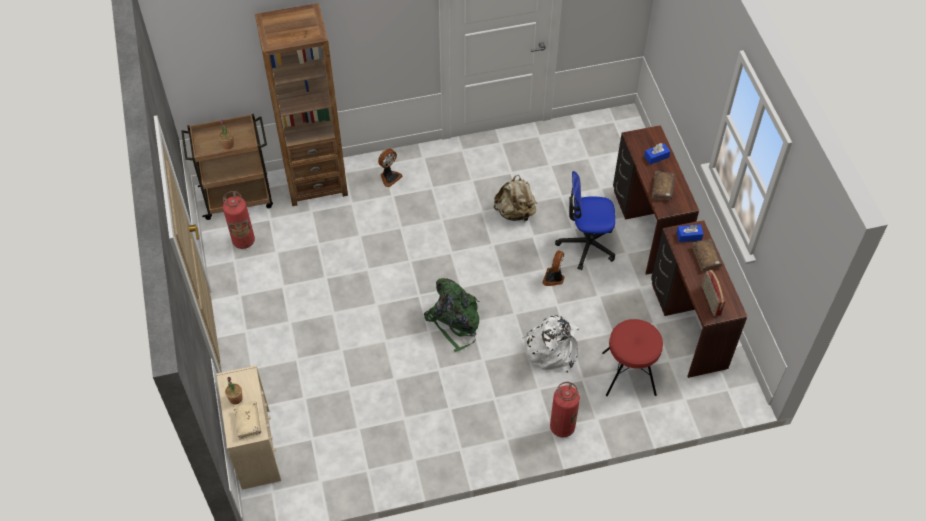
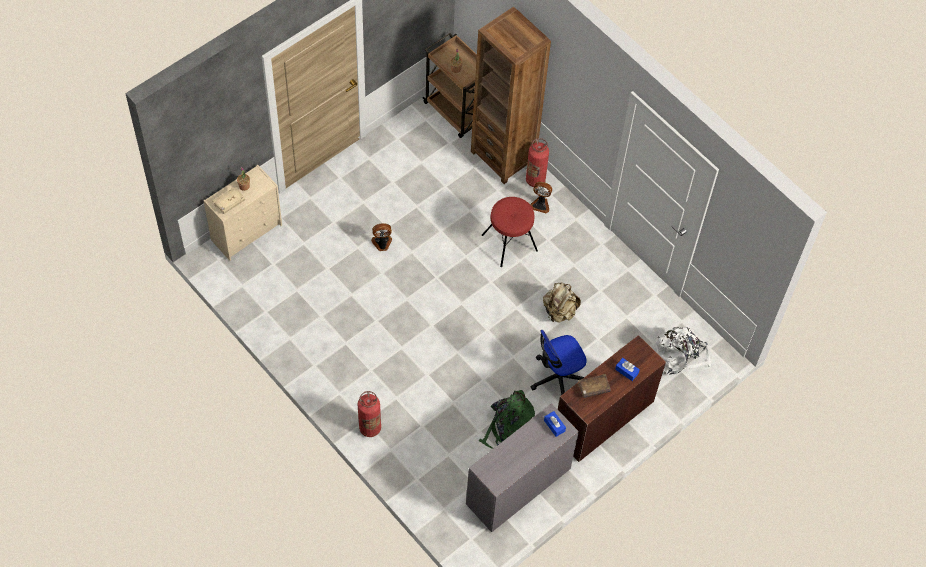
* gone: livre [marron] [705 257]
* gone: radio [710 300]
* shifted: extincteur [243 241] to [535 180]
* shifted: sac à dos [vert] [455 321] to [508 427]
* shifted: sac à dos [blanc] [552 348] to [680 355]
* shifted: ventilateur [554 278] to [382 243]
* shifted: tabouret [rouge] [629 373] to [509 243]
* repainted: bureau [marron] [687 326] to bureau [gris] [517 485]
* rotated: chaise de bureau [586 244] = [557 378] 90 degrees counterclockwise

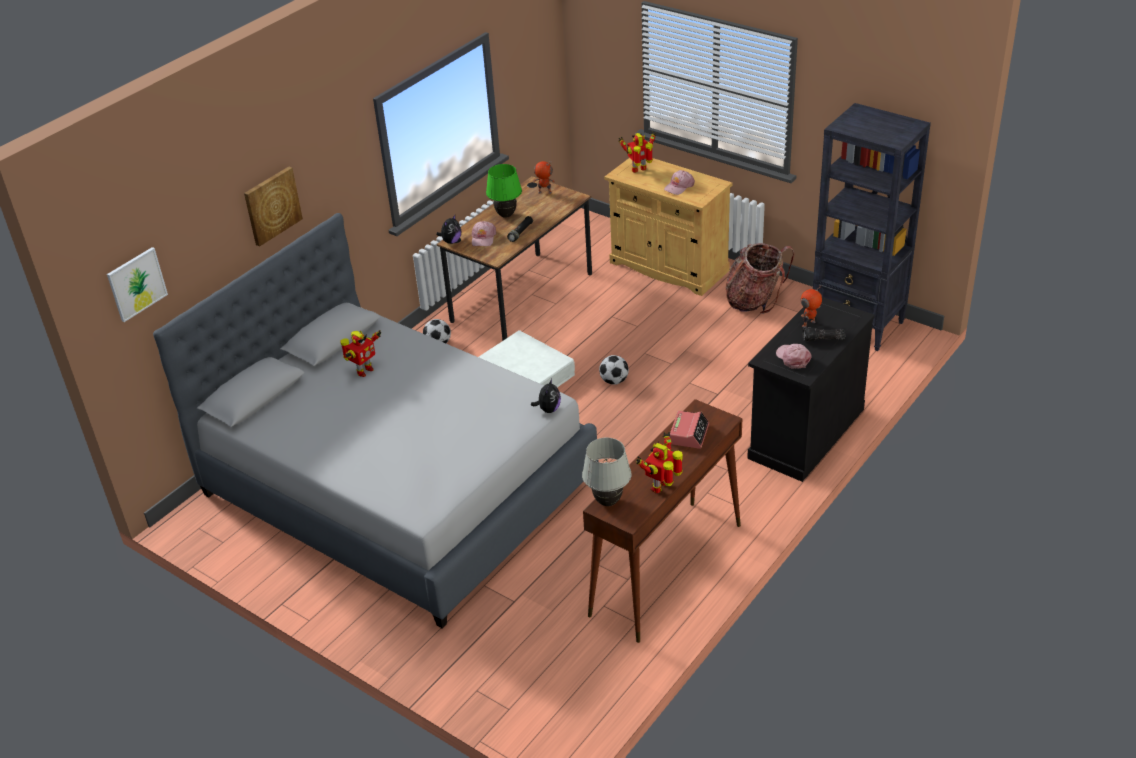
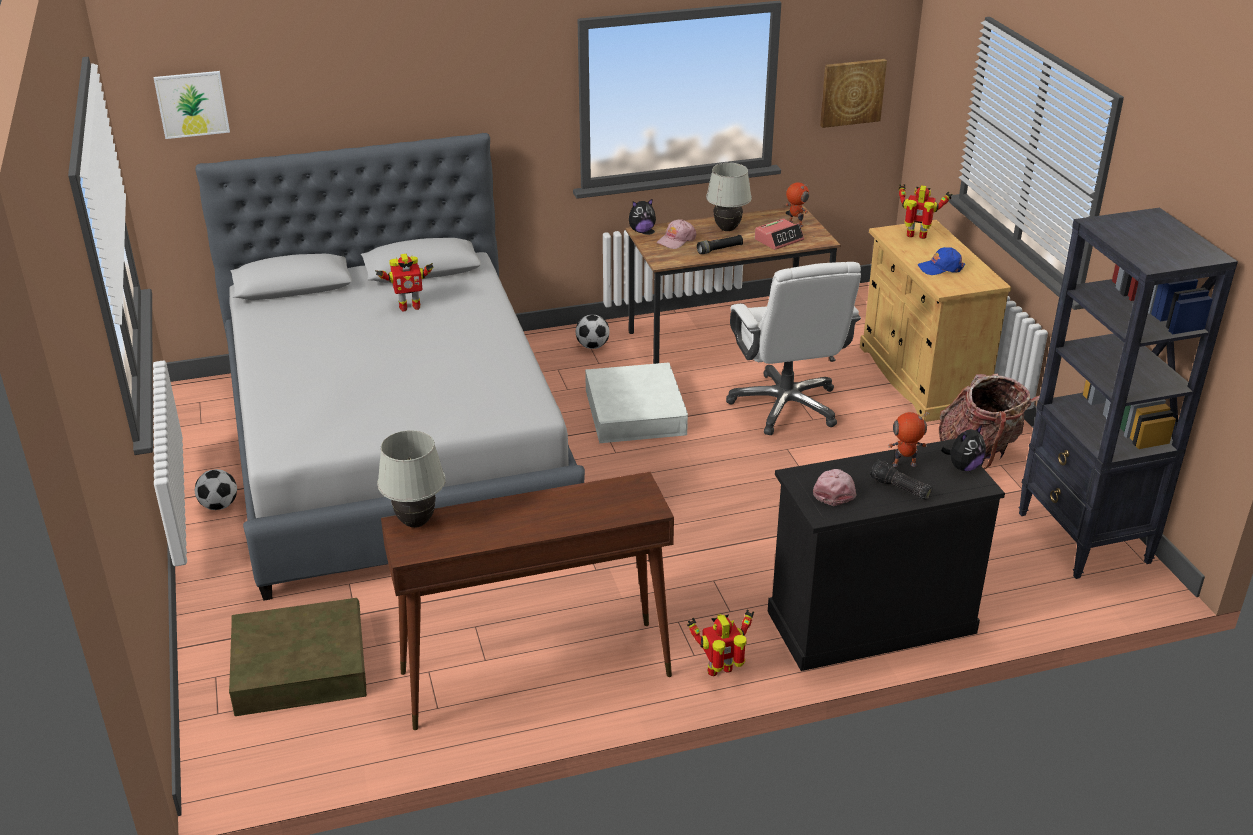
* new: boîte de rangement [marron] [300 666]
* new: chaise de bureau [blanc] [786 406]
* shifted: tableau [272 205] to [852 92]
* shifted: peluche [548 409] to [963 467]
* shifted: ballon de foot [614 381] to [219 506]
* shifted: robot jouet [661 487] to [721 671]
* shifted: réveil [689 434] to [779 239]
* repainted: lampe de table [vert] [506 215] to lampe de table [blanc] [727 229]
* repainted: casquette [rose] [679 186] to casquette [bleu] [940 267]

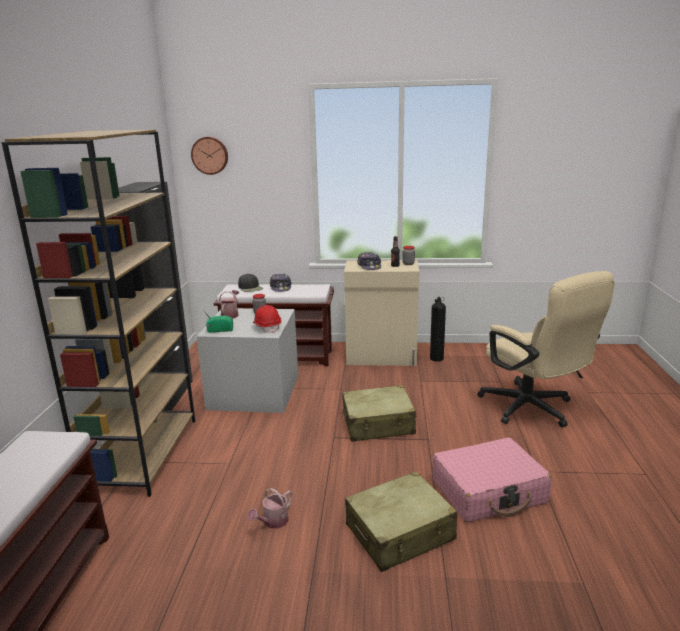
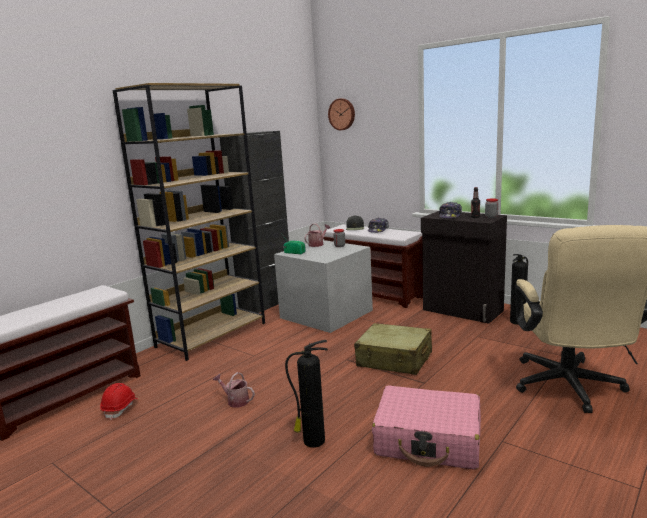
* shifted: casque de chantier [rouge] [267 327] to [120 408]
* swapped: valise [beige] [400 533] to extincteur [312 441]
* repainted: meuble de rangement [beige] [382 358] to meuble de rangement [noir] [462 311]
* rotated: arrosoir [273 522] = [235 401] 45 degrees clockwise

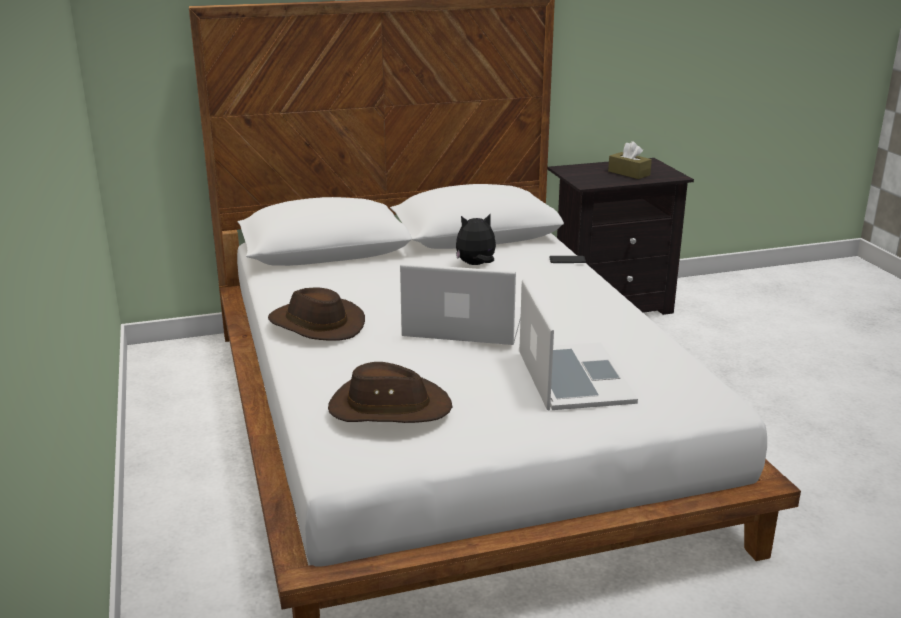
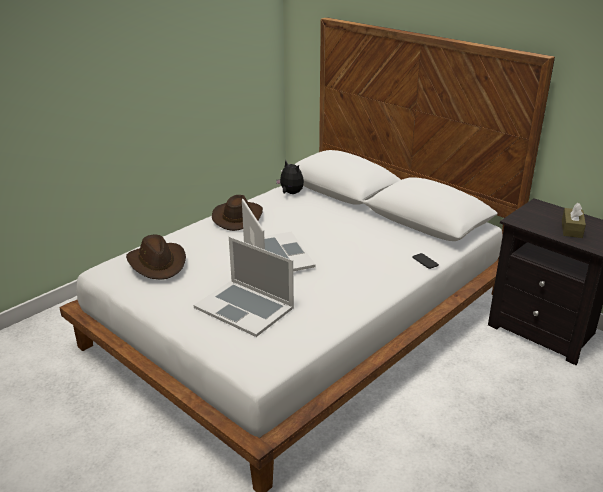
* shifted: peluche [476 265] to [290 193]
* rotated: ordinateur portable [573 376] = [244 307] 75 degrees clockwise

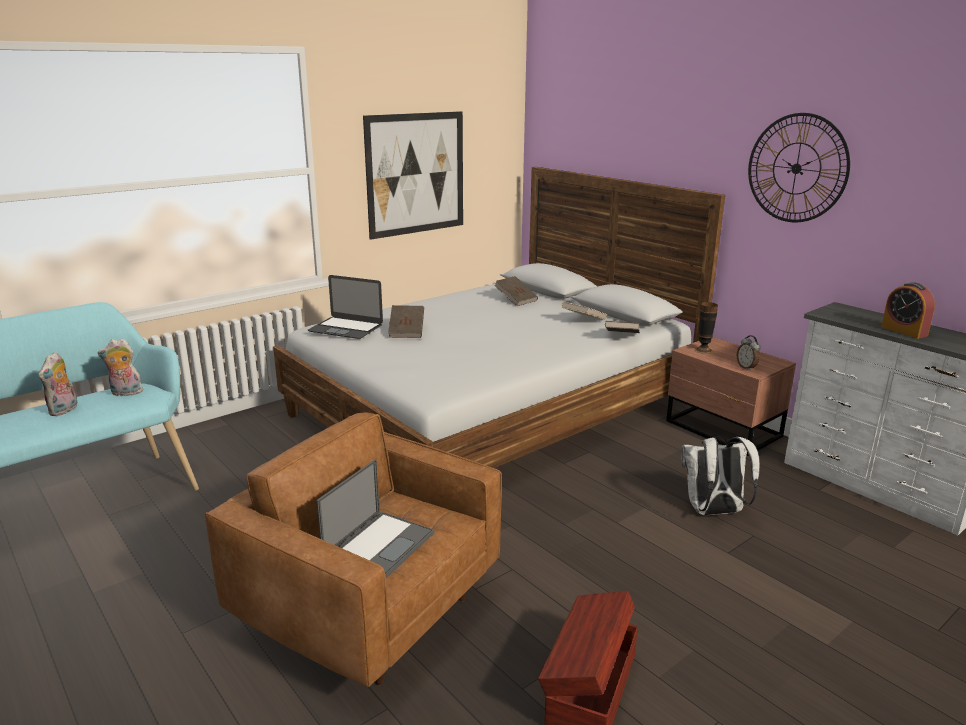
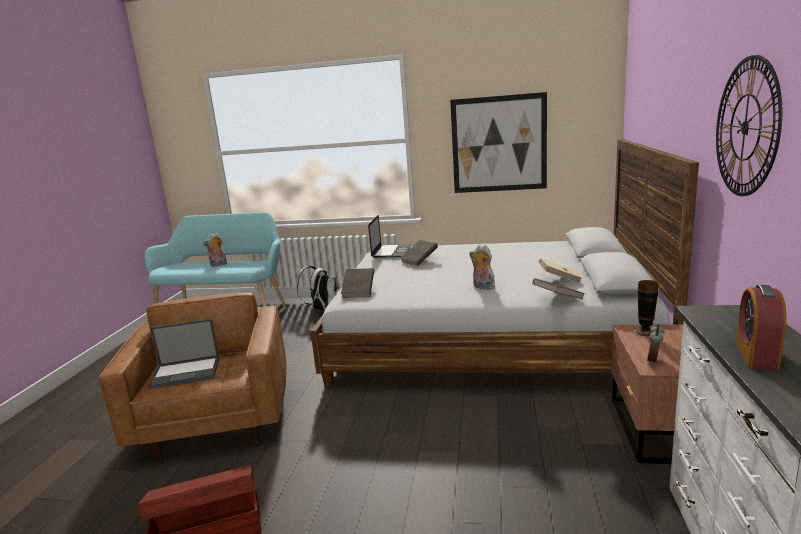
* shifted: peluche [125 393] to [482 287]
* shifted: livre [marron] [516 300] to [359 292]
* shifted: sac à dos [blanc] [713 512] to [322 310]
* rotated: ordinateur portable [346 328] = [391 251] 150 degrees counterclockwise

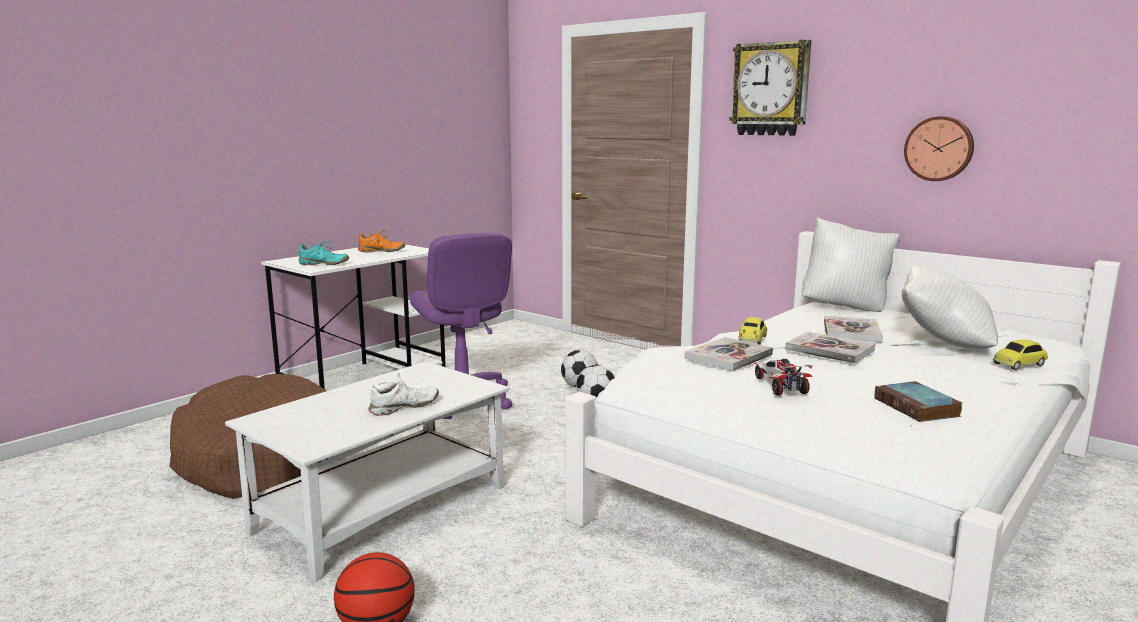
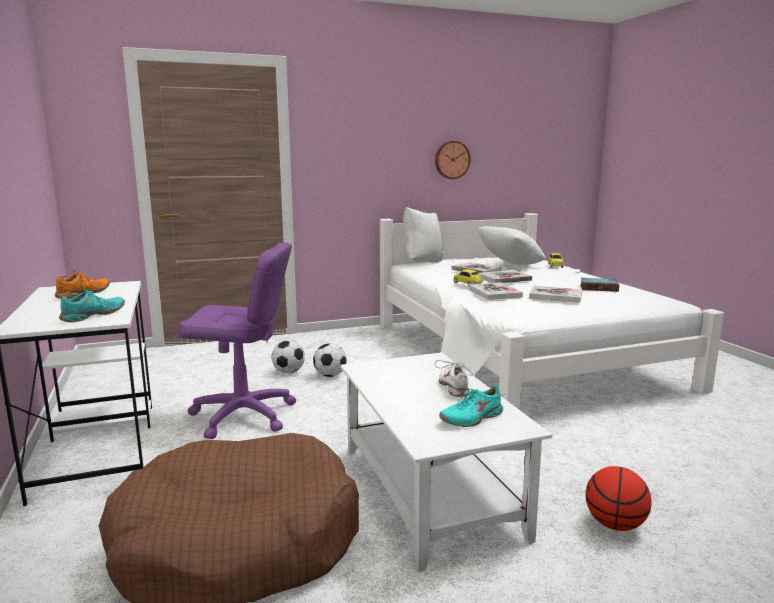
* gone: horloge murale [770 89]
* new: chaussure [turquoise] [471 418]
* swapped: petite voiture [779 386] to livre [555 296]

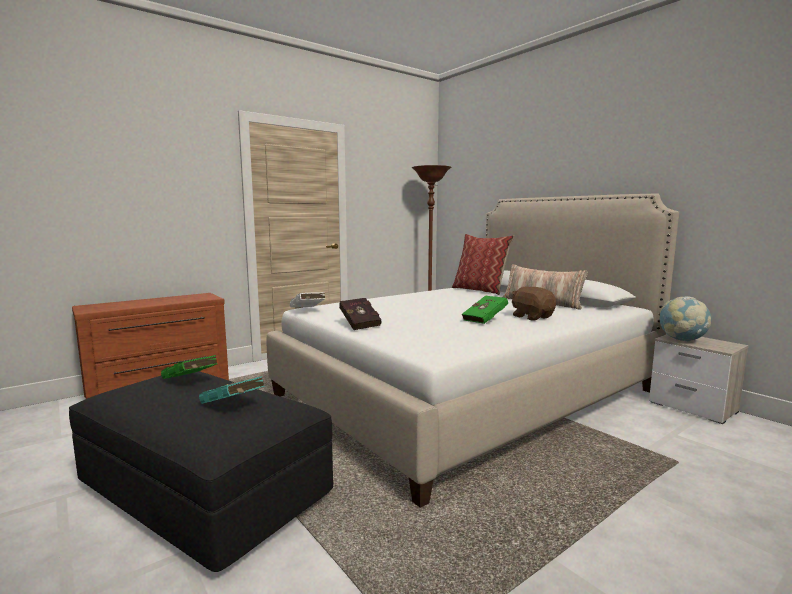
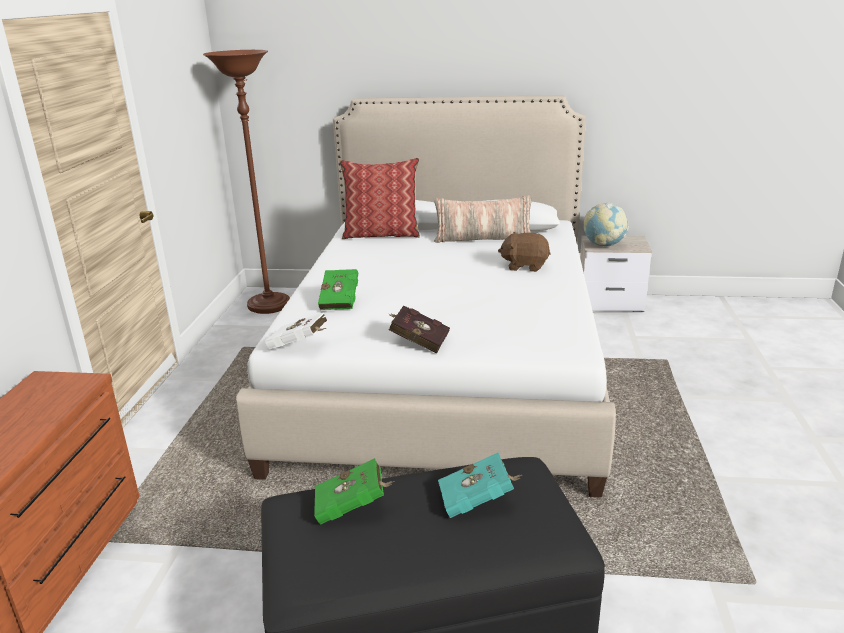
* shifted: livre [vert] [486 320] to [341 301]

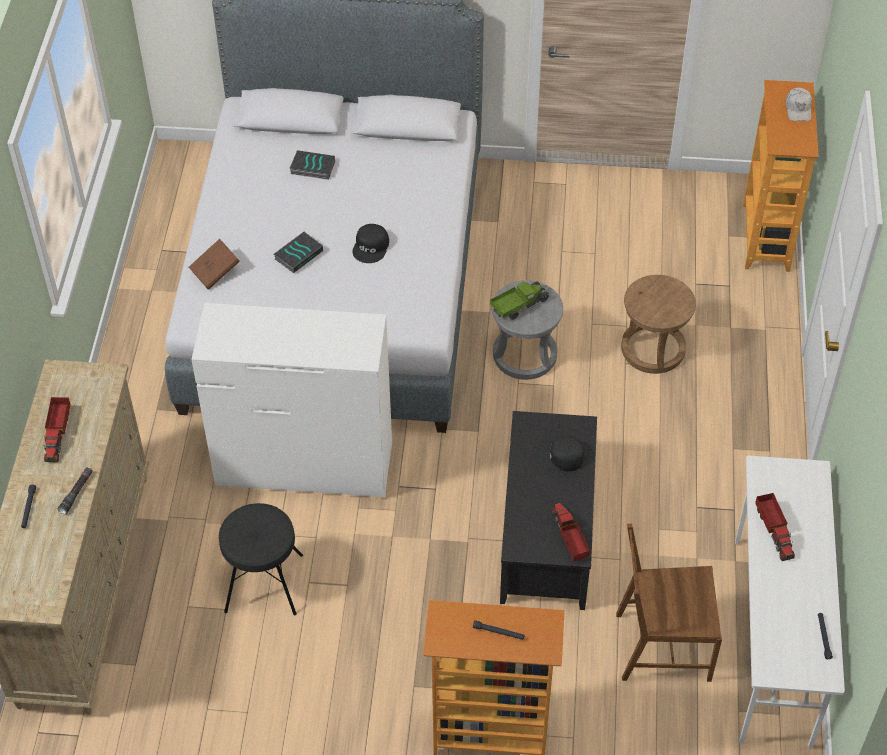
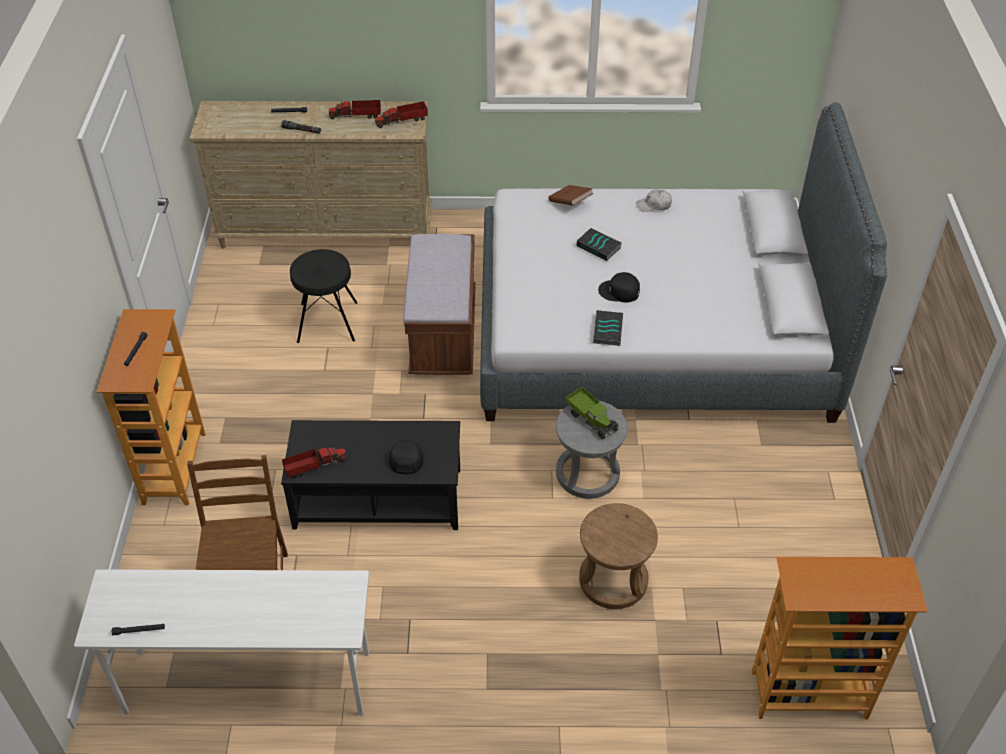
* shifted: livre [312 168] to [607 330]
* shifted: camion jouet [774 530] to [403 120]
* shifted: casquette [blanc] [798 109] to [654 205]
* swapped: commode [blanc] [304 465] to banc [marron] [443 334]

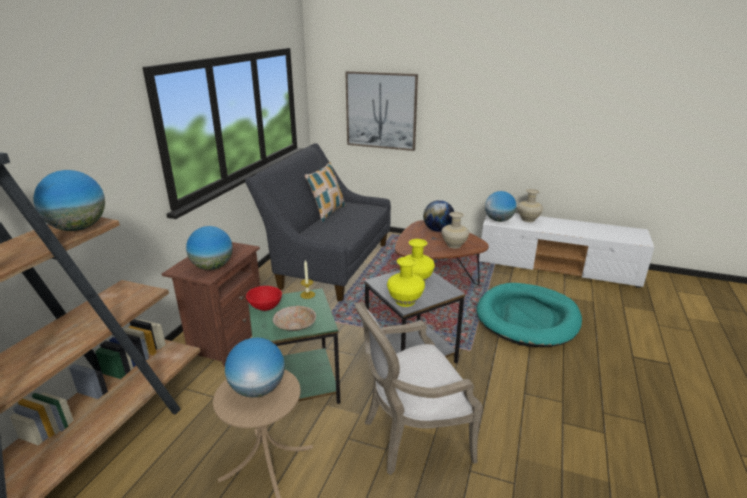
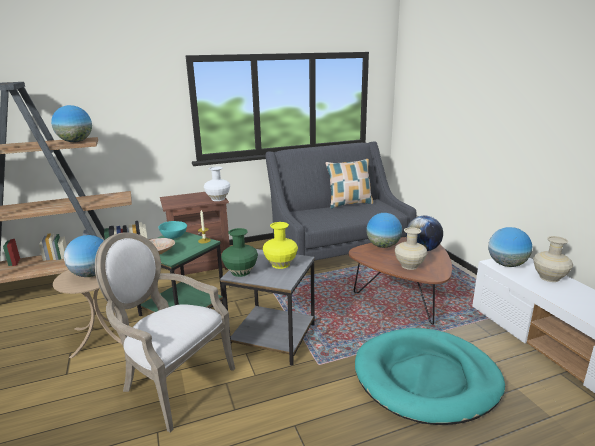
* gone: tableau [381 111]
* new: vase [blanc] [217 199]
* shifted: globe [212 267] to [383 246]
* repainted: bol [rouge] [265 306] to bol [turquoise] [173 236]
* repainted: vase [jaune] [405 301] to vase [vert] [240 272]

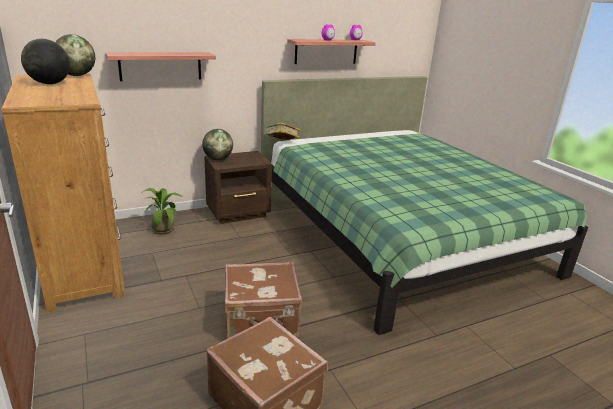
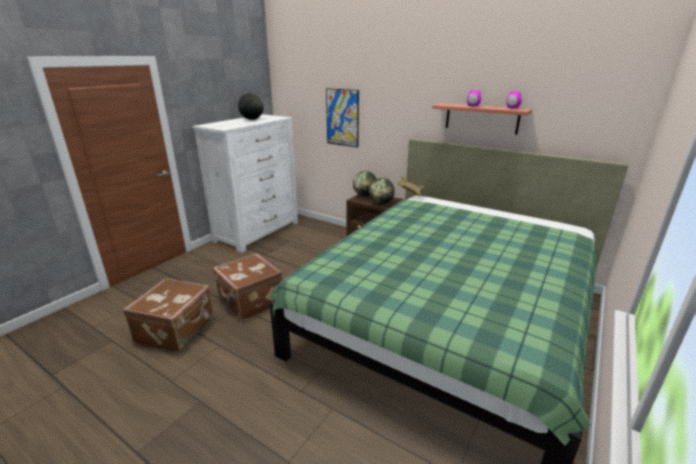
* gone: plante en pot [164 228]
* shifted: globe [77 75] to [381 203]
* swapped: étagère [160 66] to tableau [342 118]
* repainted: commode [marron] [84 266] to commode [blanc] [258 232]

